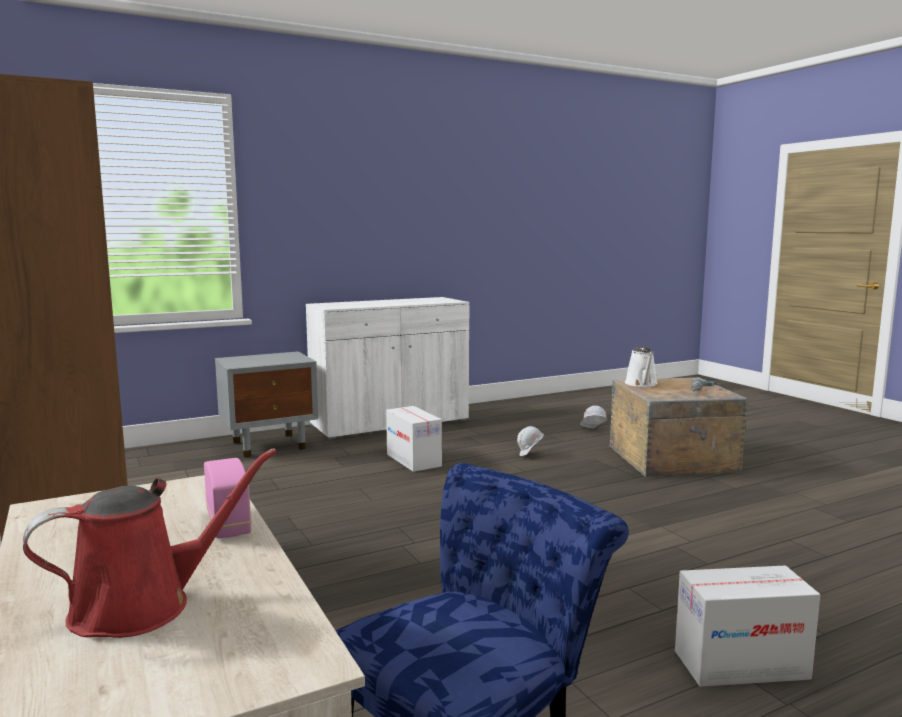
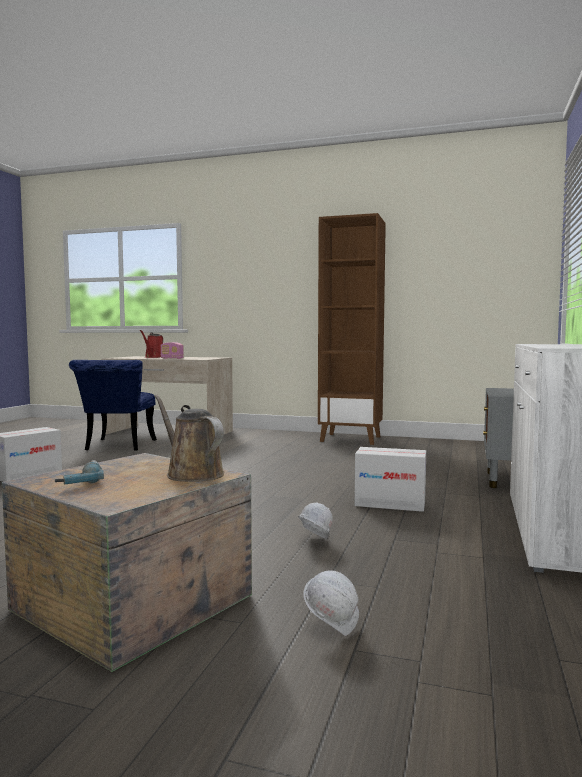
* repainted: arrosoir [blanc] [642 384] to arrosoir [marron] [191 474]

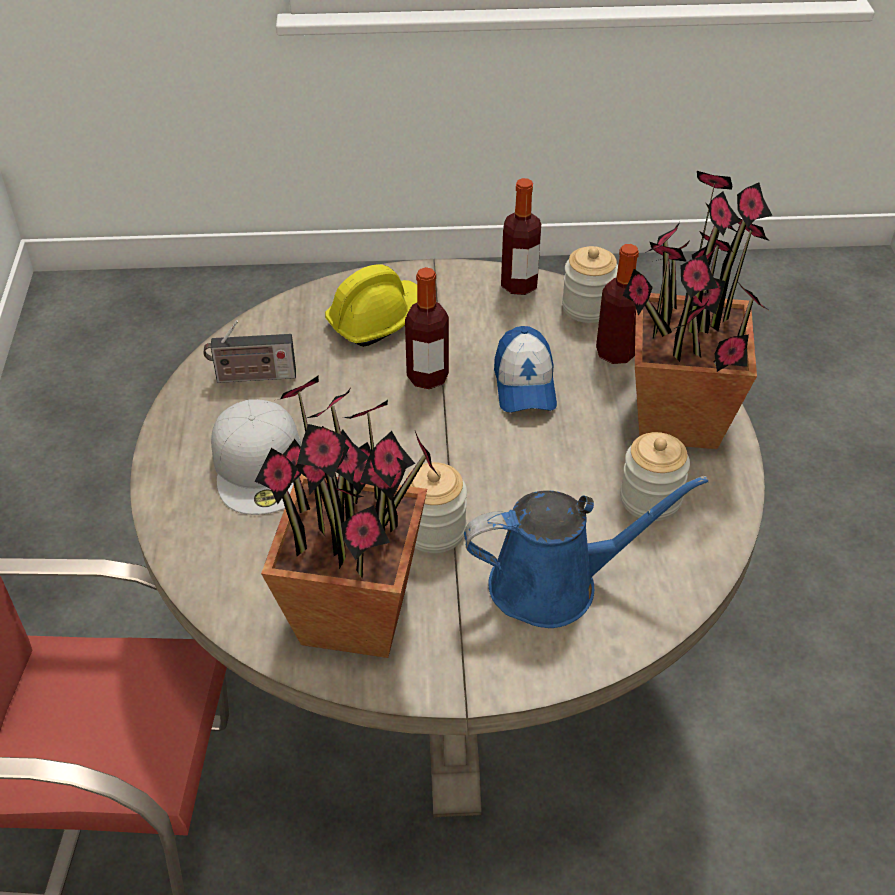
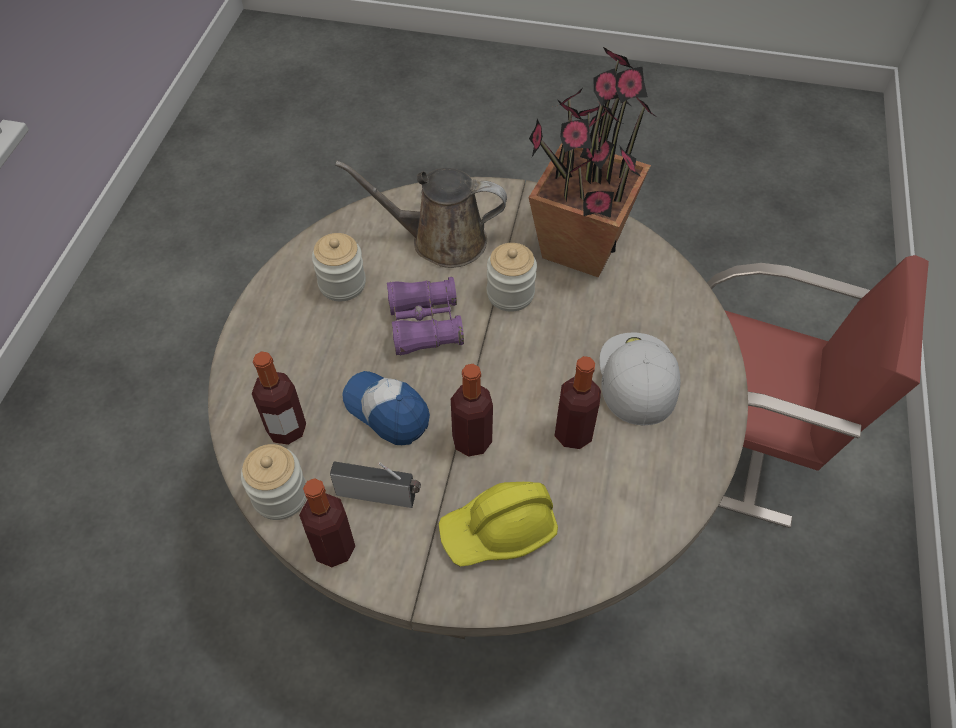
* gone: plante en pot [676 419]
* new: jumelles [violet] [424 324]
* new: bouteille [573 433]
* shifted: radio [252 377] to [380 495]
* repainted: arrosoir [bleu] [554 584] to arrosoir [marron] [441 240]
* rotated: casquette [524 384] = [387 411] 60 degrees counterclockwise

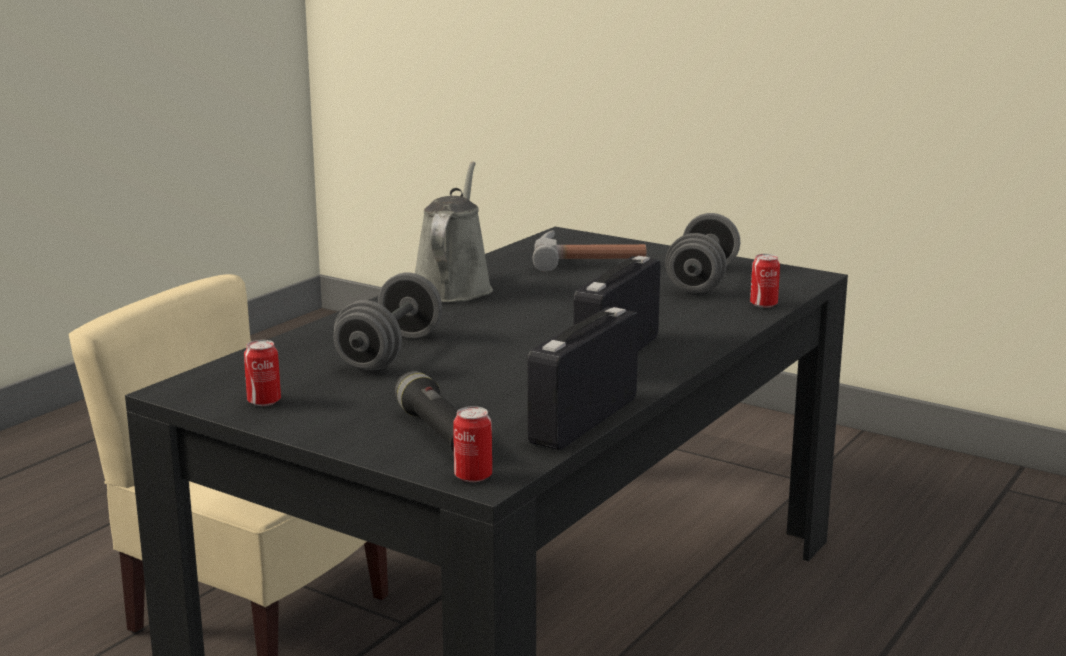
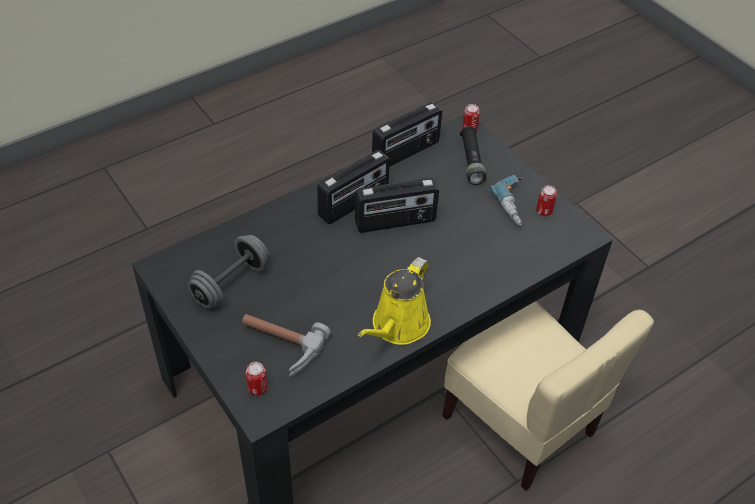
* gone: haltère [gris] [390 352]
* new: radio [395 222]
* new: perceuse [515 205]
* shifted: boîte métallique [763 304] to [257 388]
* repainted: arrosoir [gris] [453 287] to arrosoir [jaune] [398 326]

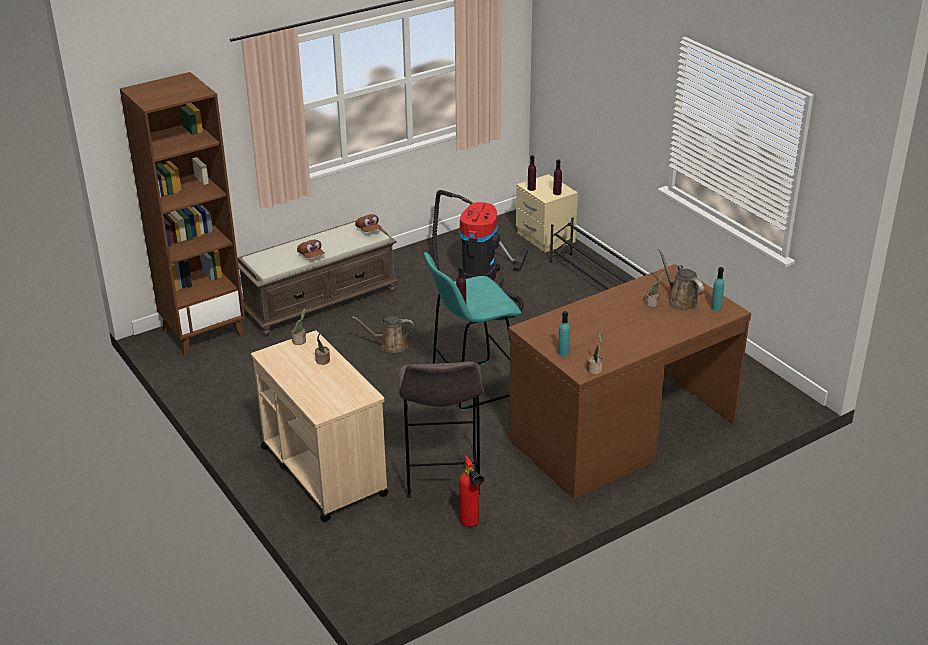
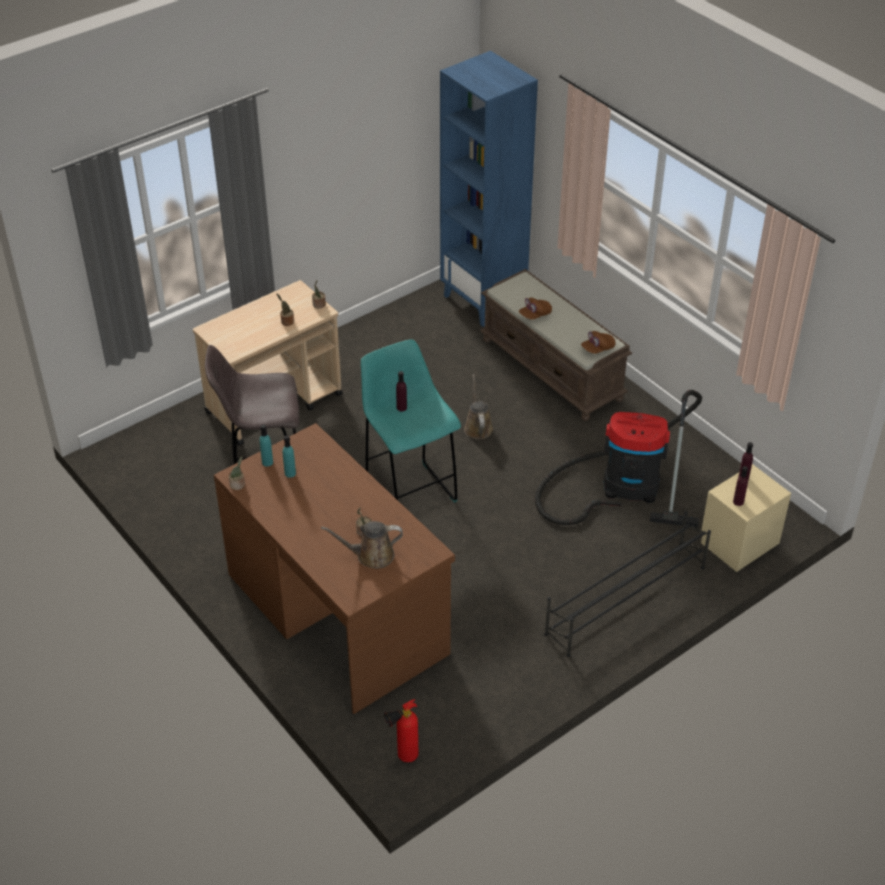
* shifted: extincteur [471 525] to [403 758]
* shifted: bouteille [turquoise] [716 308] to [290 473]
* repainted: bibliothèque [marron] [203 332] to bibliothèque [bleu] [484 301]
* rotated: arrosoir [marron] [681 300] = [371 556] 150 degrees counterclockwise

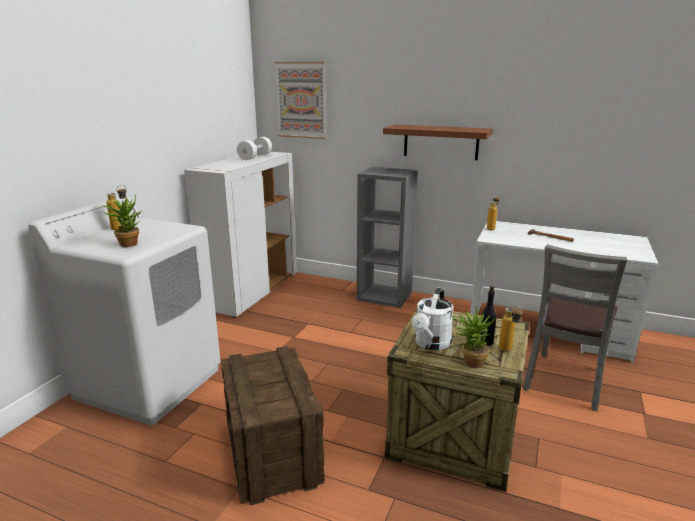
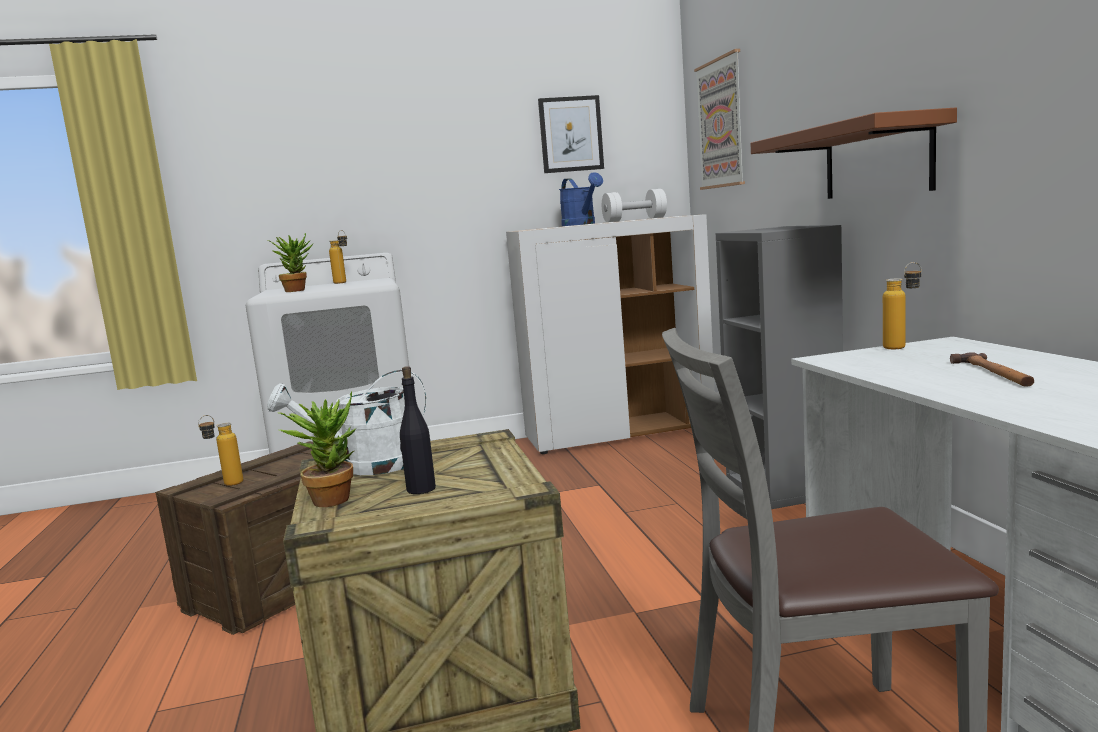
* new: tableau [571 134]
* new: arrosoir [bleu] [582 224]
* shifted: bouteille [508 351] to [226 485]

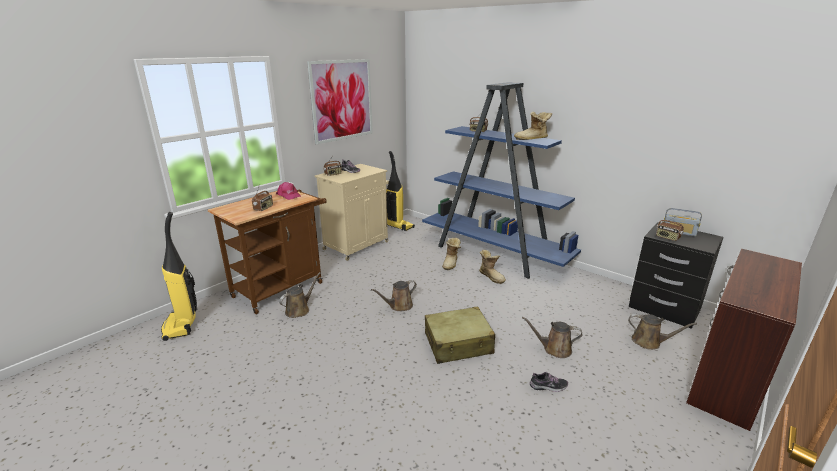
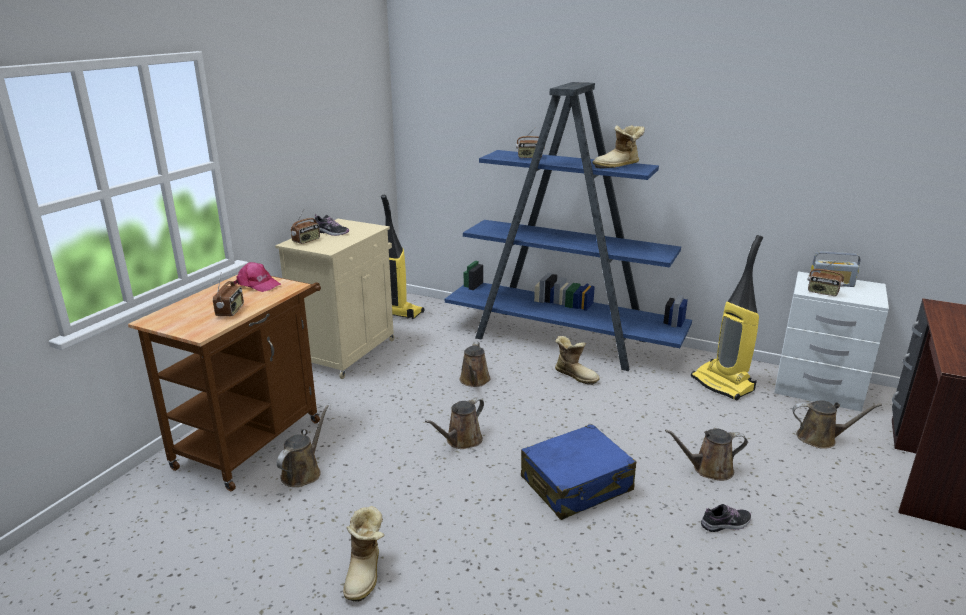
* gone: tableau [342 100]
* new: arrosoir [marron] [474 381]
* shifted: aspirateur [181 326] to [723 384]
* shifted: botte [451 263] to [366 573]
* repainted: valise [beige] [458 344] to valise [bleu] [576 484]
* repainted: table de chevet [noir] [664 308] to table de chevet [blanc] [817 389]

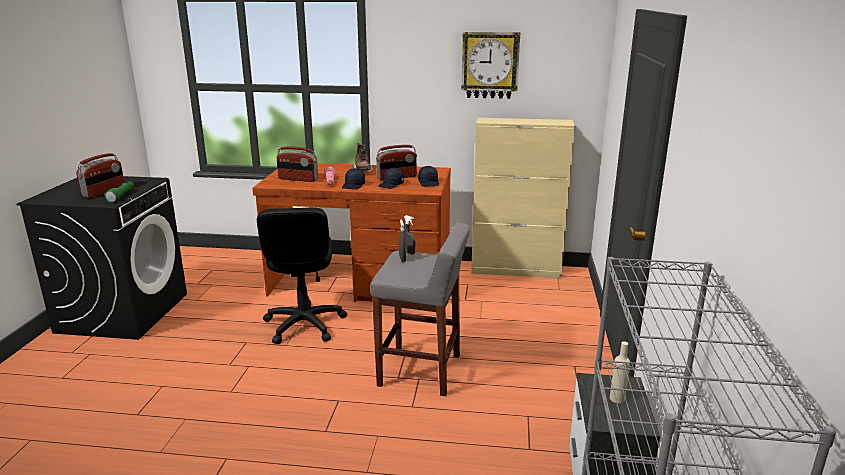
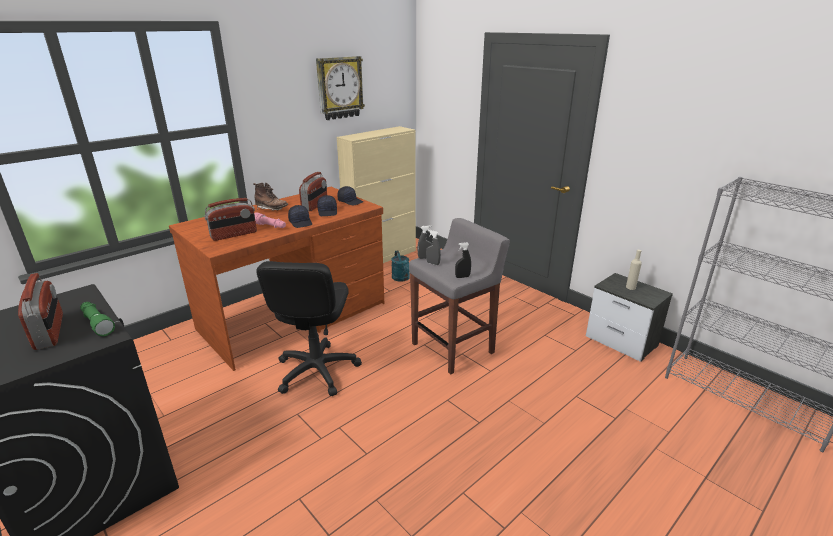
* new: arrosoir [turquoise] [402 278]
* new: vaporisateur [noir] [462 277]
* rotated: chaise de bureau [noir] [304 325] = [316 371] 60 degrees clockwise

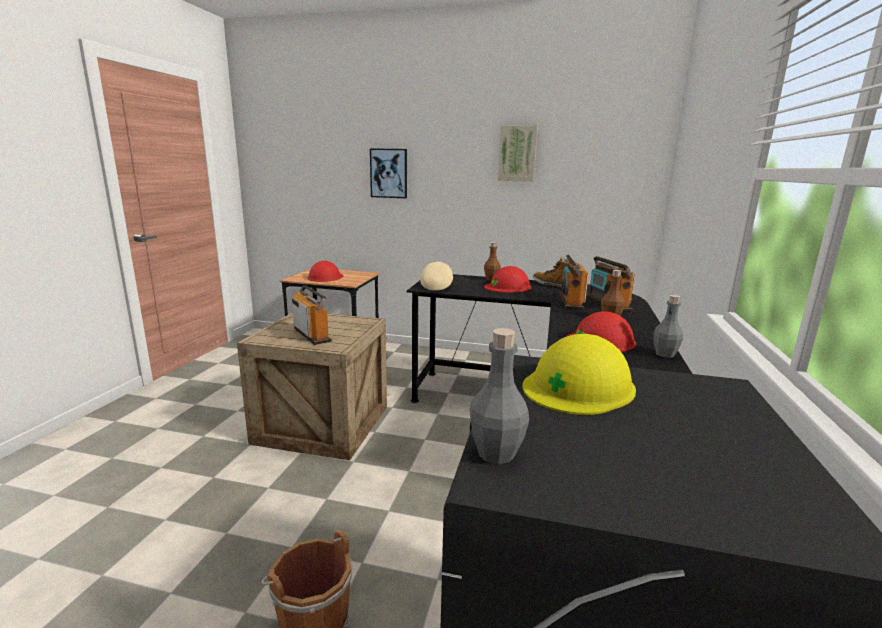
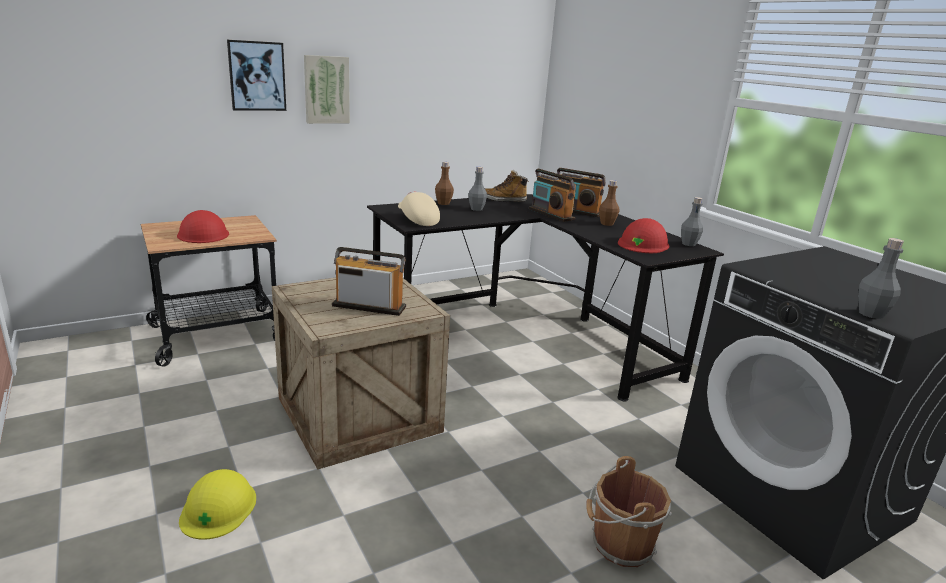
* shifted: tableau [517 153] to [326 89]
* shifted: casque de chantier [jaune] [579 386] to [218 507]
* swapped: casque de chantier [rouge] [508 287] to bouteille [gris] [476 209]

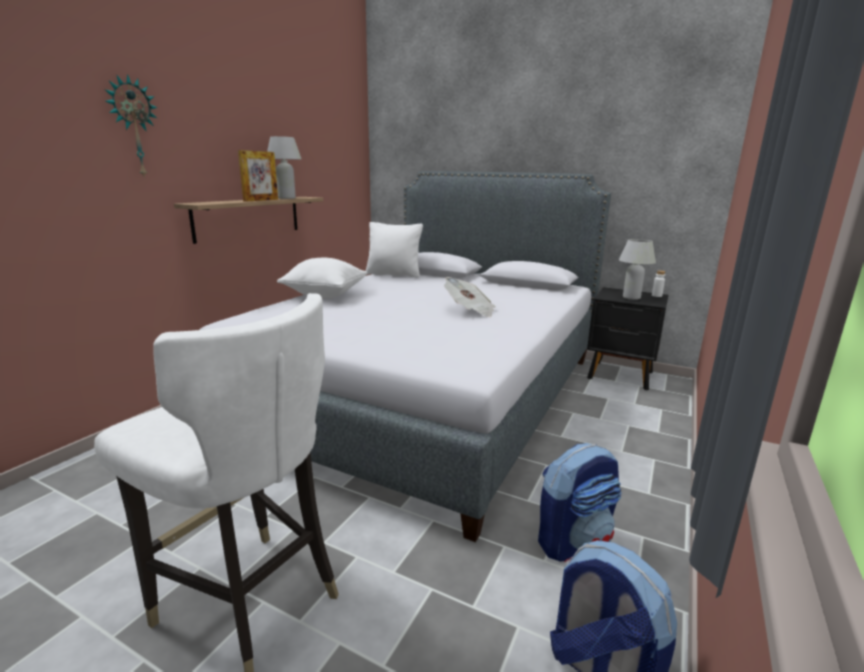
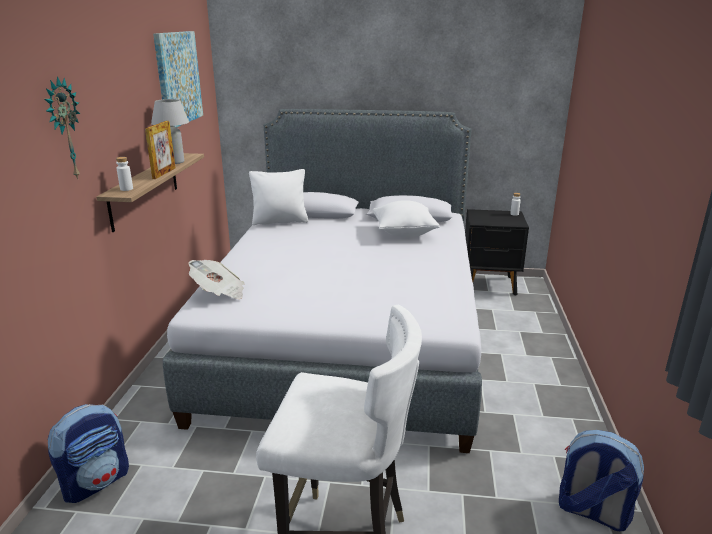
* gone: lampe de table [blanc] [631 297]
* new: bouteille [blanc] [126 189]
* new: tableau [178 78]
* shifted: coussin [blanc] [325 295] to [404 233]
* shifted: journal [470 311] to [219 292]
* shifted: sac à dos [573 541] to [96 481]

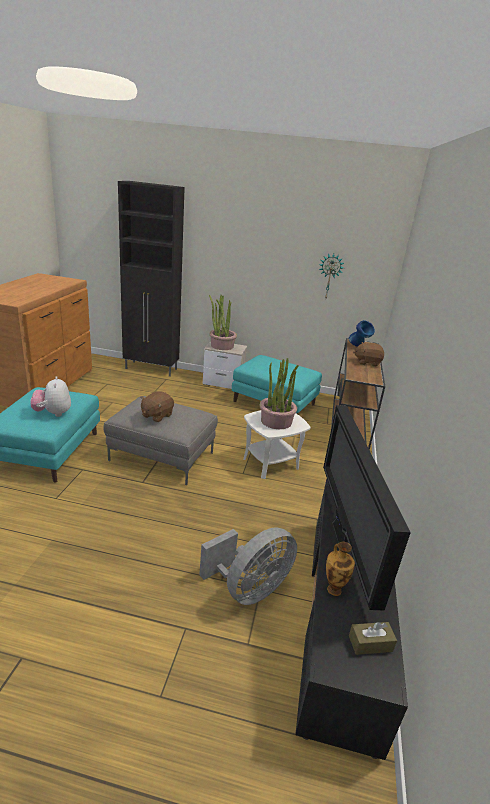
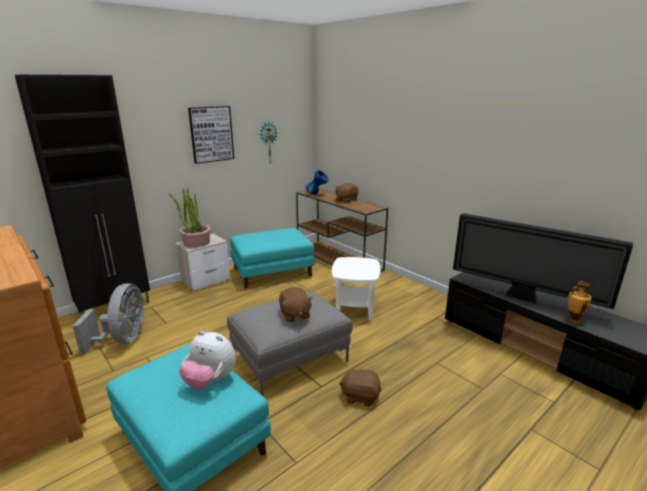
* gone: plante en pot [276 421]
* gone: boîte à mouchoirs [marron] [370 643]
* new: tableau [211 134]
* new: peluche [marron] [360 396]
* shifted: ventilateur [gris] [249 589] to [123 339]

